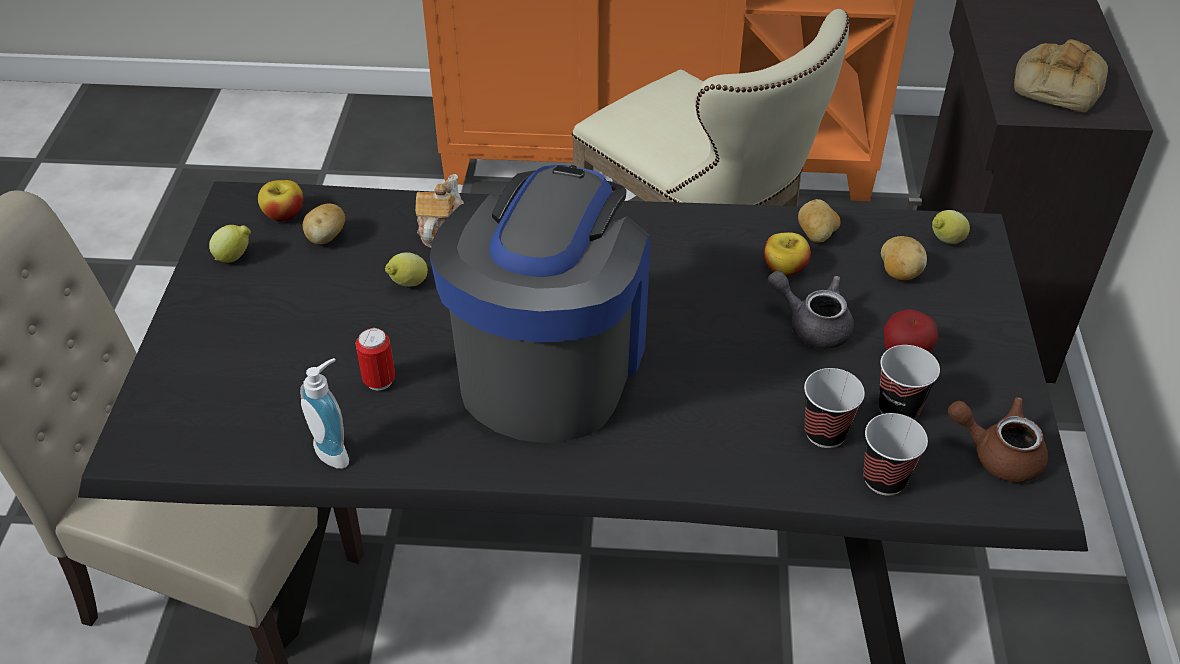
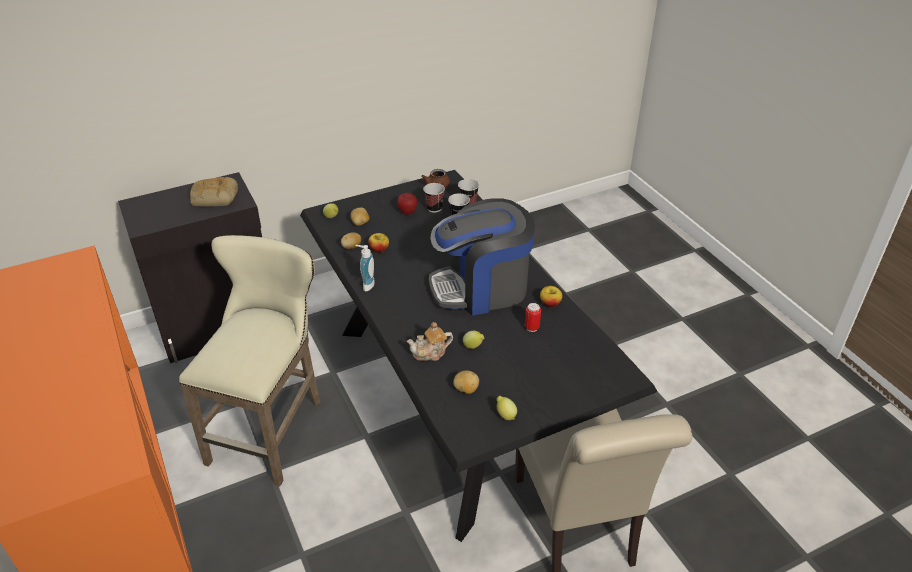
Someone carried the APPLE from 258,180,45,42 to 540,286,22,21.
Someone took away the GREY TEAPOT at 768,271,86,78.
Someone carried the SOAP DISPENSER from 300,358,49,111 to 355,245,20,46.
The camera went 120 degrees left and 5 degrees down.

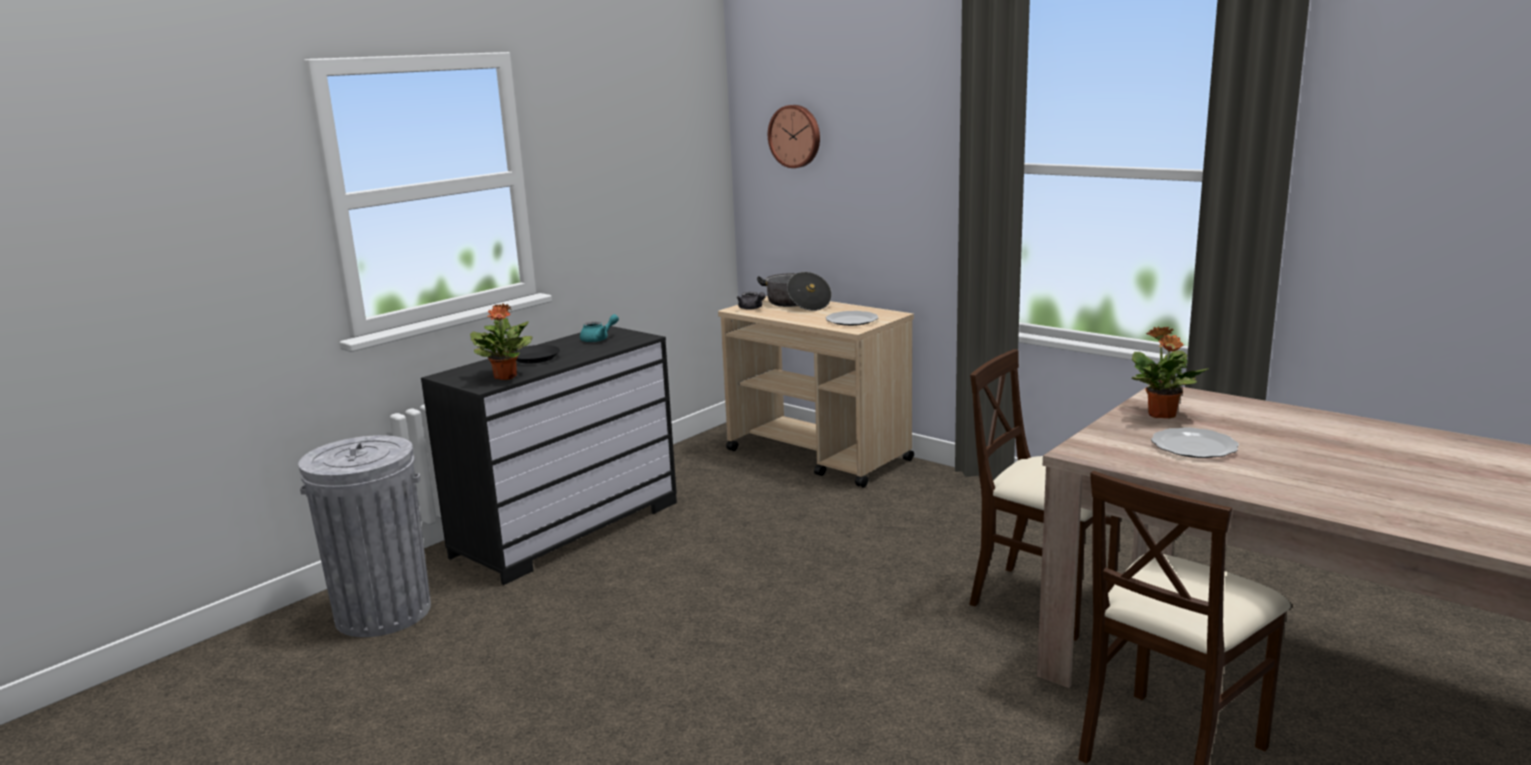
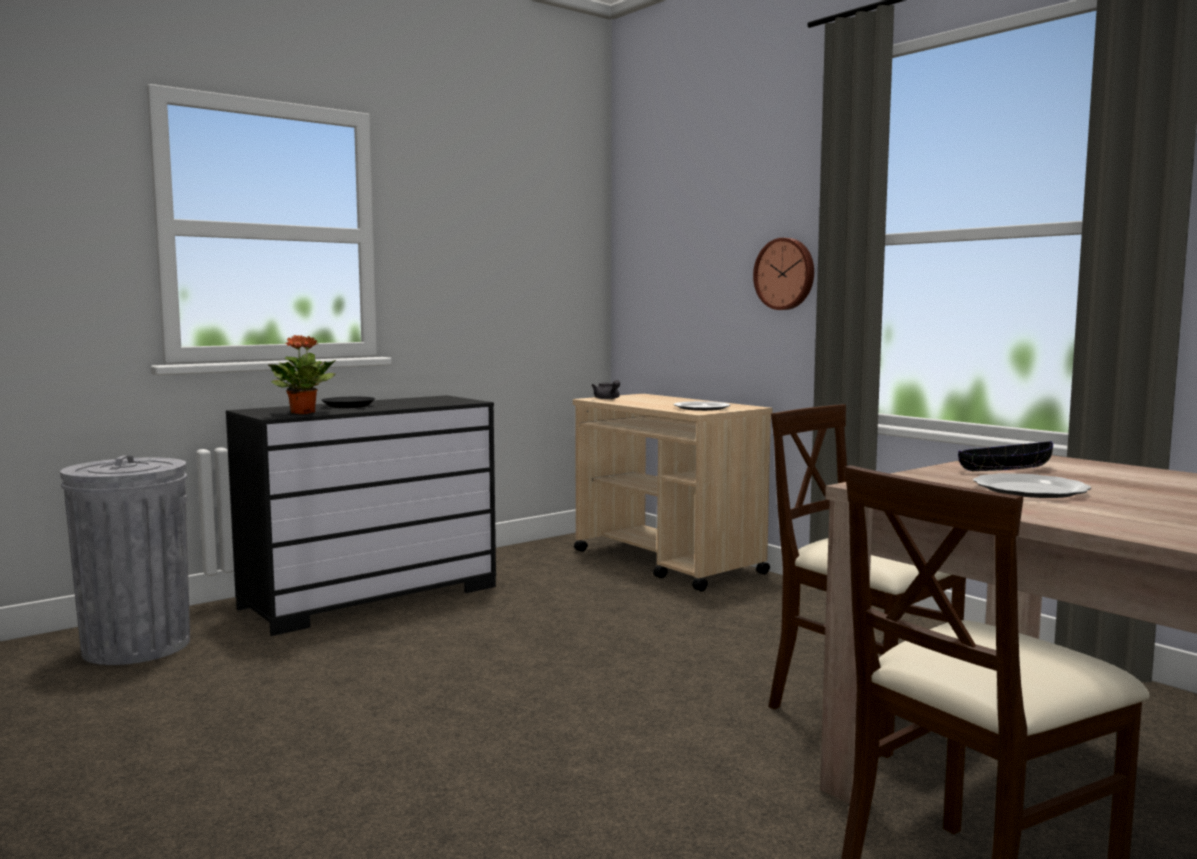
Someone carried the WALL CLOCK from 768,105,52,63 to 753,238,61,72.
Someone took away the COOKING POT at 757,272,75,39.
Someone took away the TURQUOISE TEAPOT at 580,314,39,28.
Someone swapped the POTTED PLANT at 1132,327,77,92 for the BLACK BOWL at 958,441,95,30.
The camera went 10 degrees right and 10 degrees down.

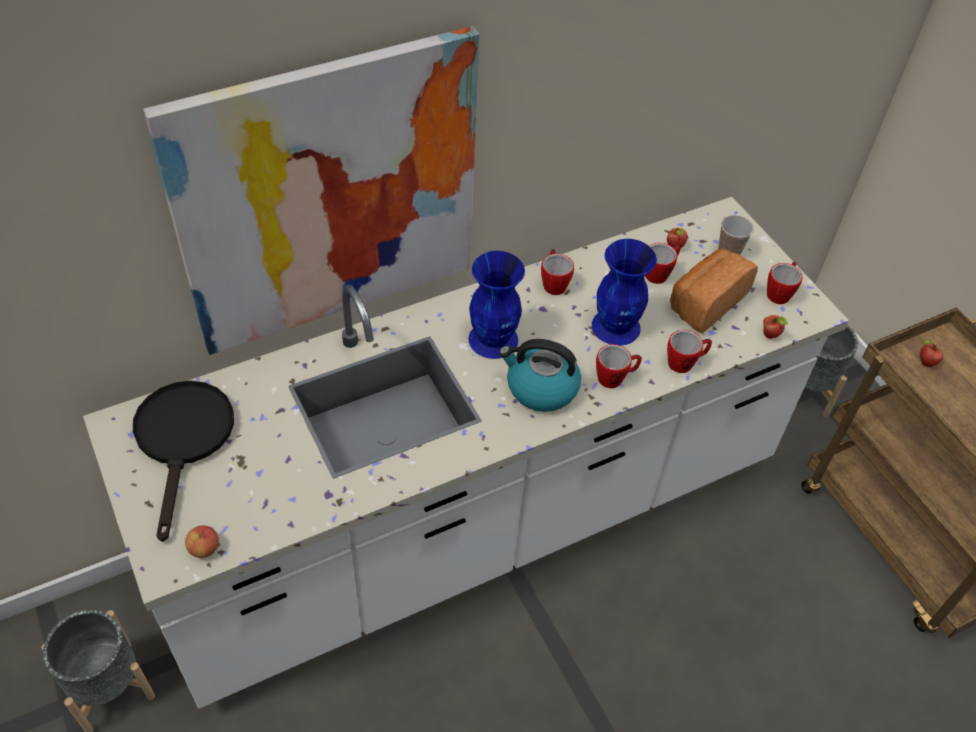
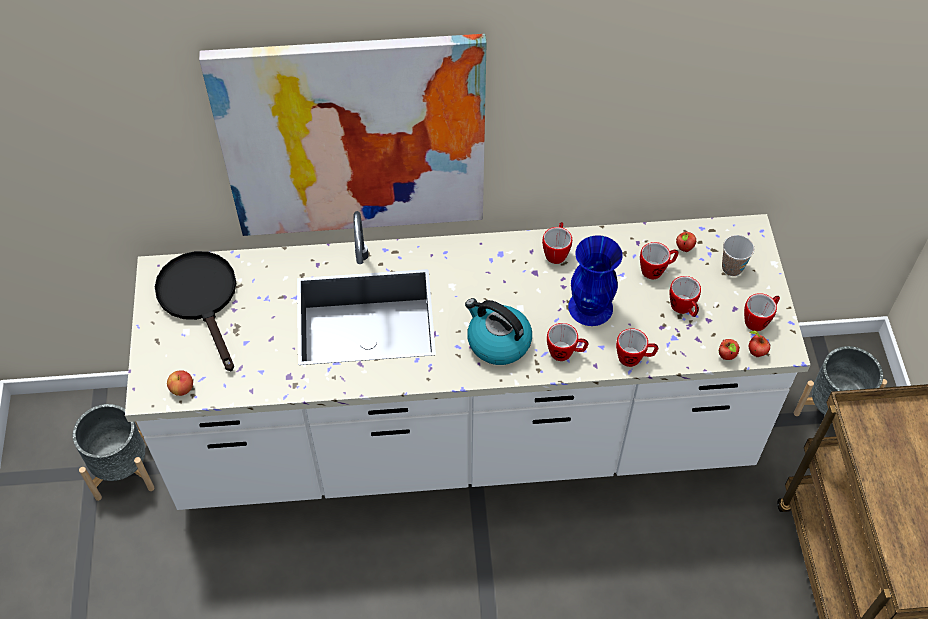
Someone swapped the BREAD at 670,249,88,84 for the MUG at 670,276,31,41.
Someone took away the BLUE VASE at 469,251,56,108.
Someone carried the APPLE from 920,340,23,27 to 749,331,21,26.
Someone rotated the BLACK FRYING PAN at 133,381,101,161 by 45 degrees counterclockwise.
The camera went 25 degrees right and 5 degrees up.

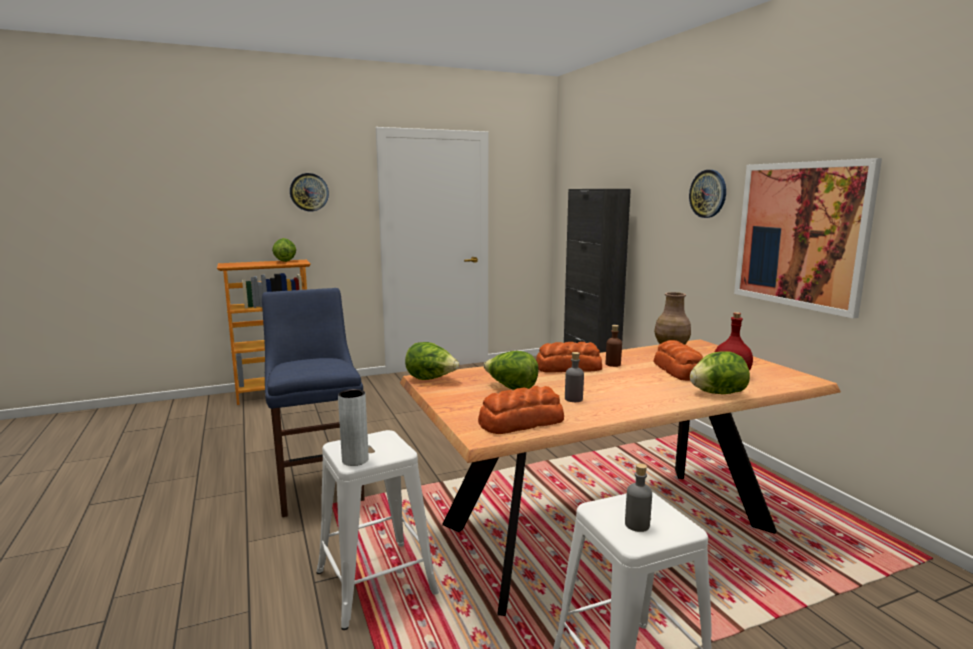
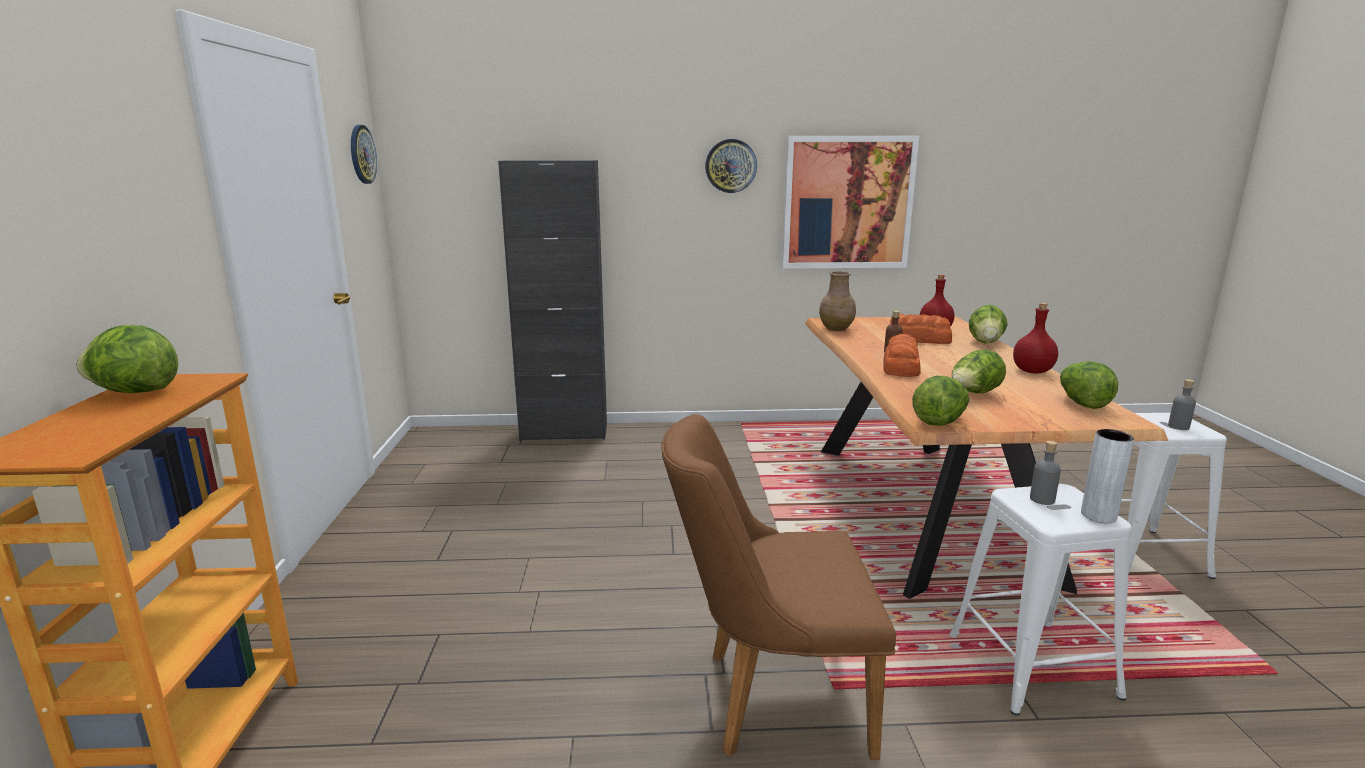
Someone carried the WALL CLOCK from 290,173,39,38 to 351,125,26,59.
Someone swapped the BLUE STOOL at 262,288,103,229 for the BROWN CHAIR at 662,414,234,346.
Someone carried the GREY BOTTLE from 565,352,19,50 to 1030,441,31,64.
Someone swapped the BREAD at 478,386,86,48 for the LETTUCE at 1060,361,58,48.
Someone put down the RED BOTTLE at 1013,303,45,71.
The camera went 70 degrees left and 5 degrees up.

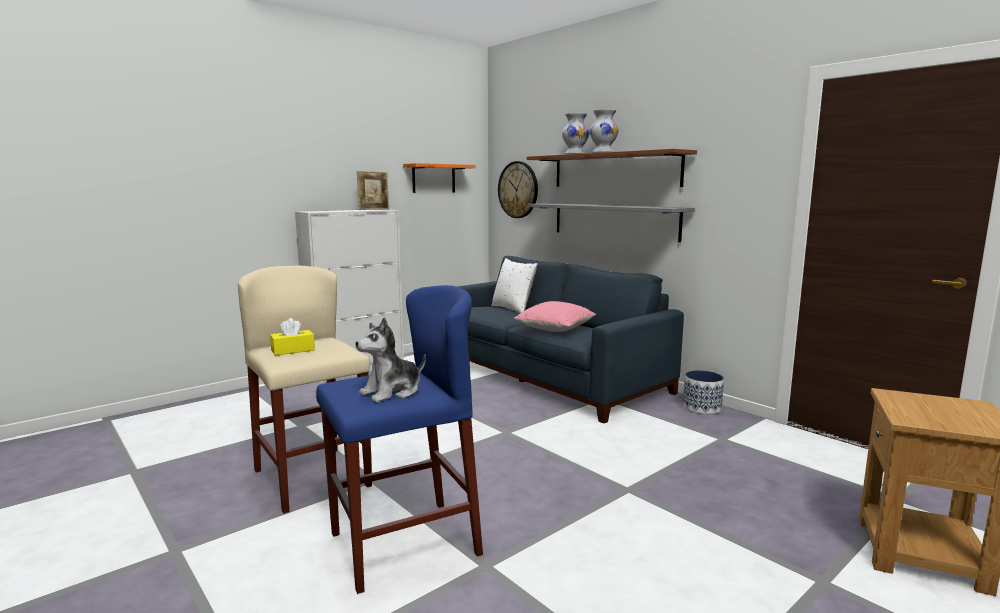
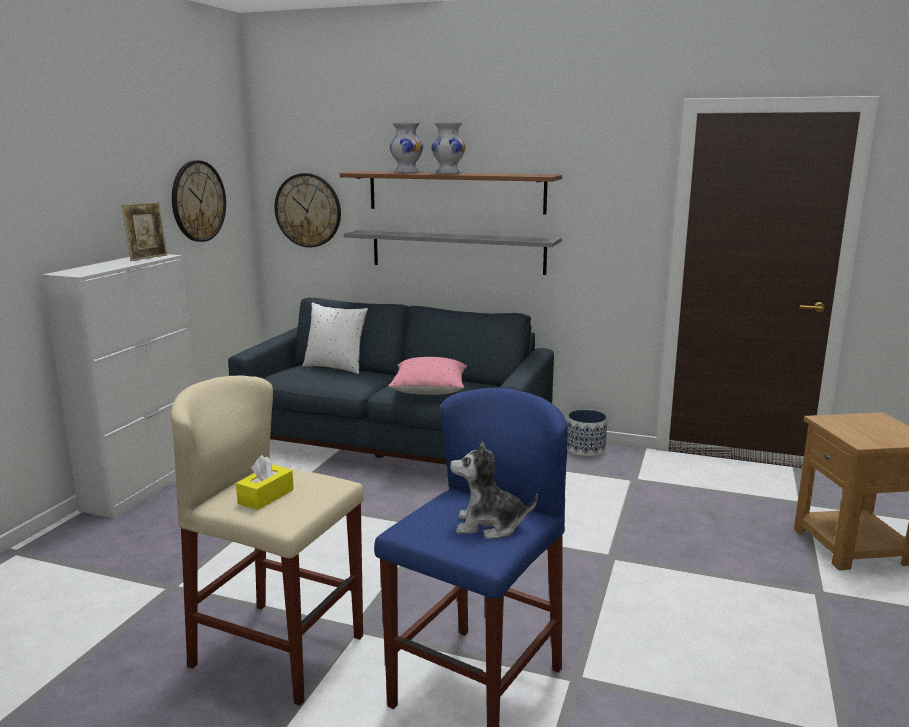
Someone swapped the ORANGE SHELF at 403,163,73,30 for the WALL CLOCK at 172,160,54,82.
Someone rotated the PLUSH TOY at 356,317,70,85 by 75 degrees clockwise.
The camera went 30 degrees left and 5 degrees up.

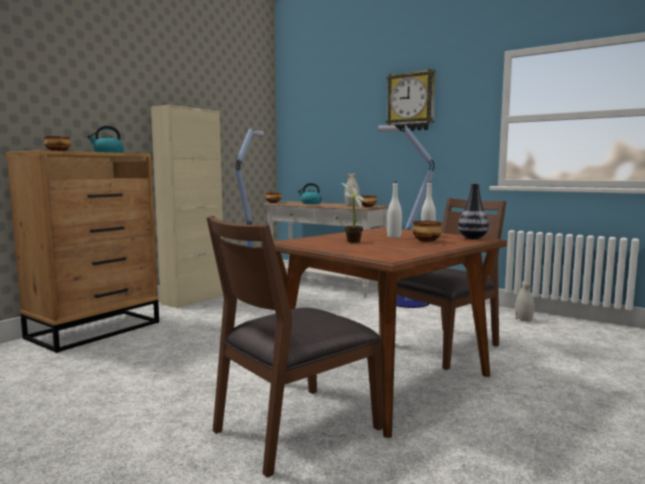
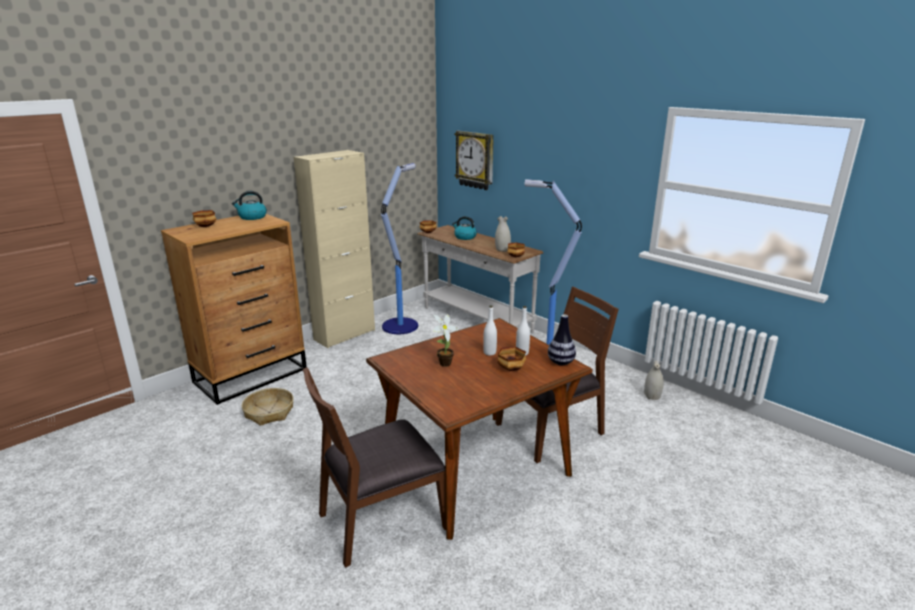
Someone carried the WALL CLOCK from 386,69,50,62 to 455,131,39,59.
Someone put down the BASKET at 242,388,52,38.
The camera went 10 degrees right and 15 degrees up.

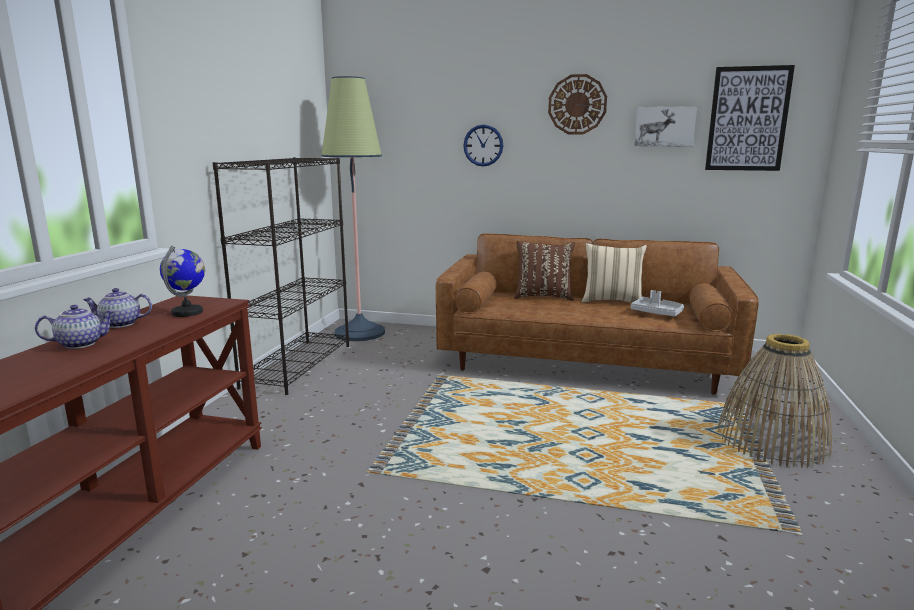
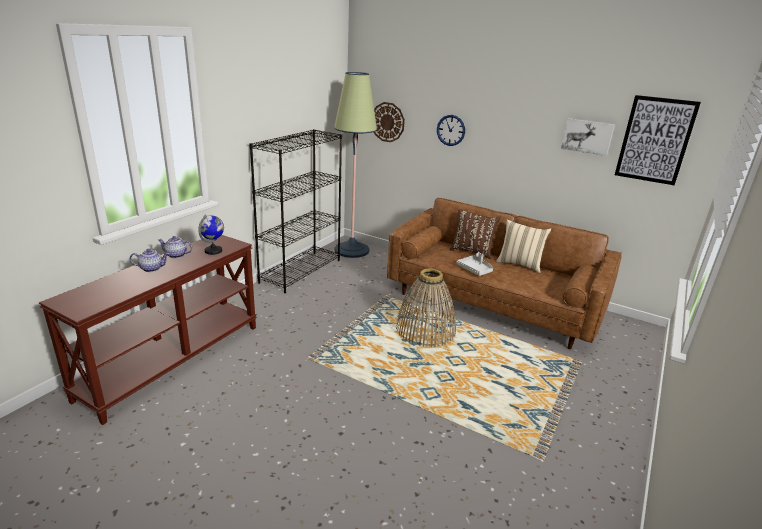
Someone carried the WALL CLOCK from 548,74,59,61 to 374,102,31,40.
Someone carried the GREY TRAY from 631,290,53,27 to 457,252,36,24.
Someone carried the BASKET from 718,334,114,134 to 395,268,61,79.
The camera went 15 degrees right and 10 degrees up.

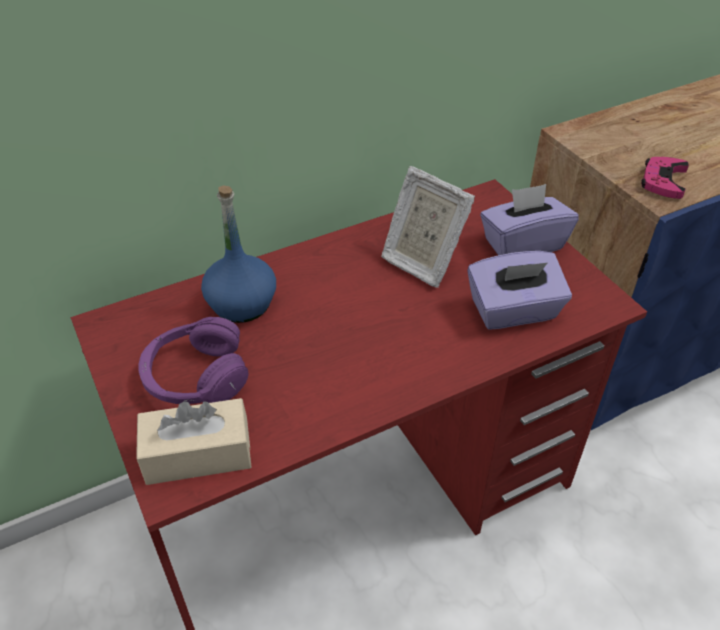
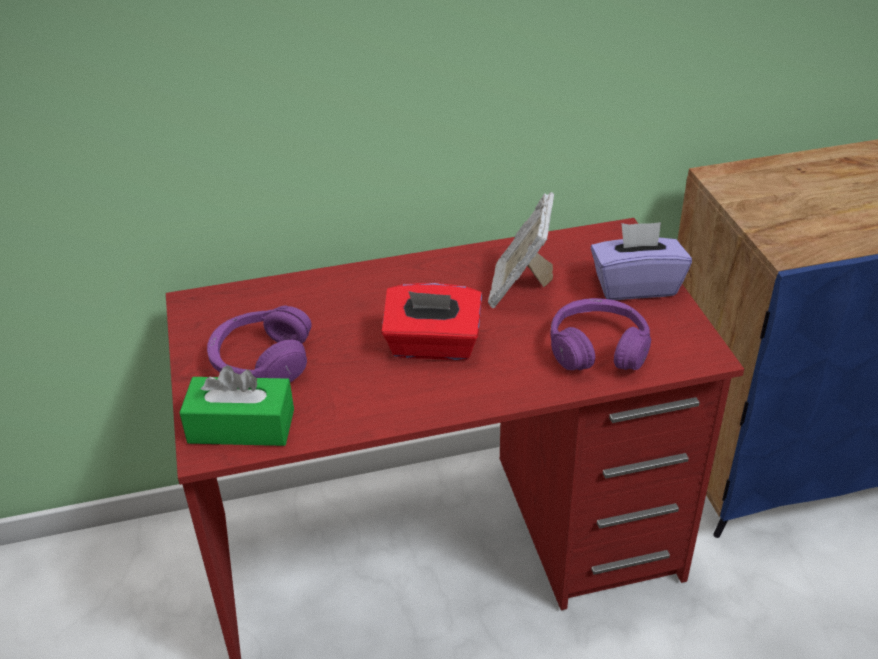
Someone took away the PINK GAME CONTROLLER at 641,157,48,42.
Someone rotated the PICTURE FRAME at 381,166,94,122 by 45 degrees clockwise.
Someone took away the BLUE BOTTLE at 201,185,75,138.
Someone swapped the PURPLE TISSUE BOX at 467,251,105,79 for the PURPLE HEADPHONES at 550,298,101,72.
Someone repainted the BEIGE TISSUE BOX at 136,398,115,87, which became the GREEN TISSUE BOX at 179,365,115,81.
Someone put down the RED TISSUE BOX at 381,283,101,77.
The camera went 15 degrees right and 5 degrees down.

